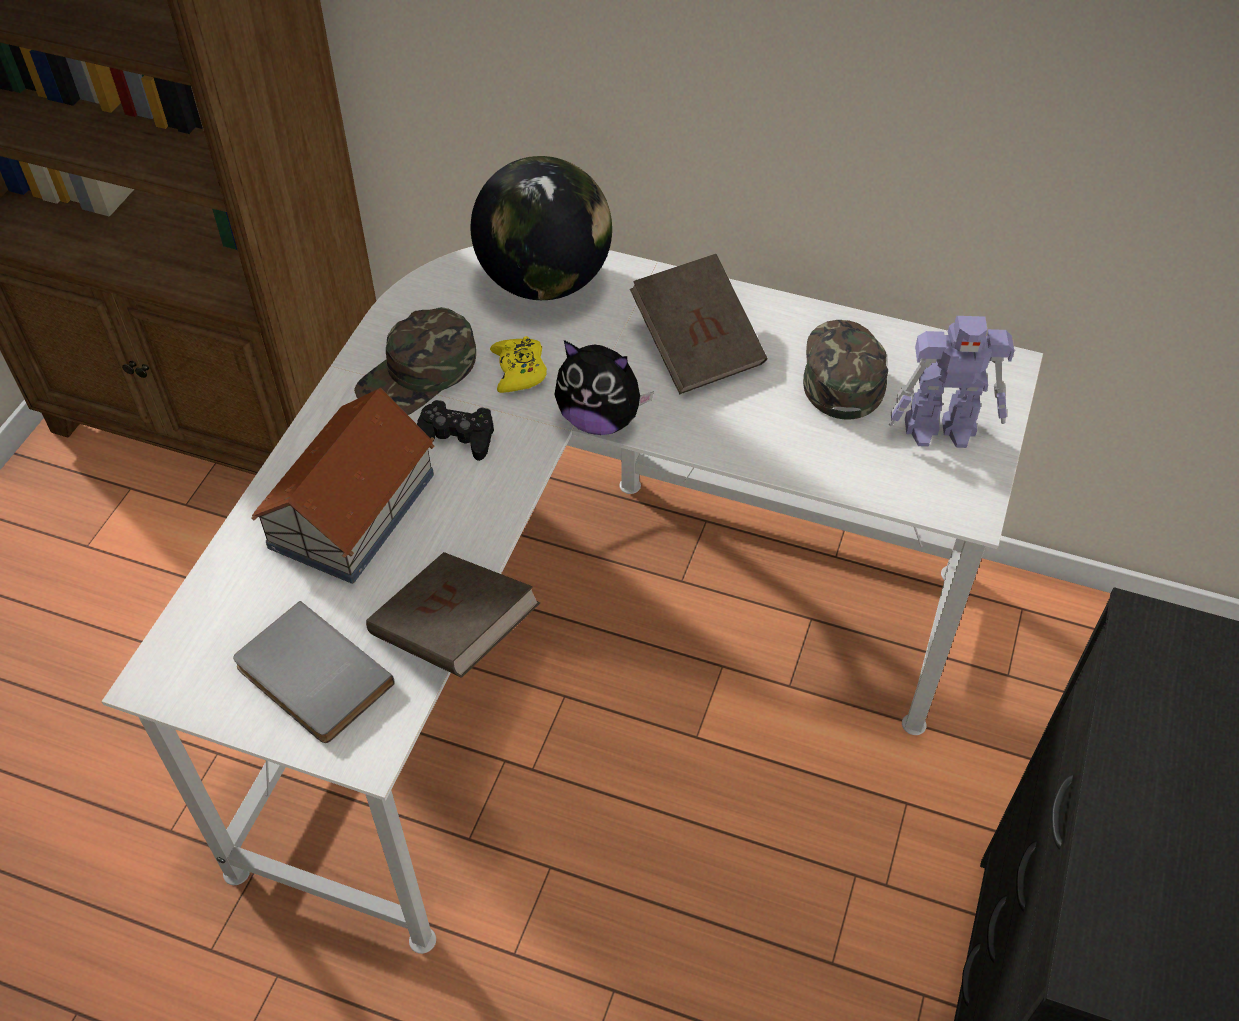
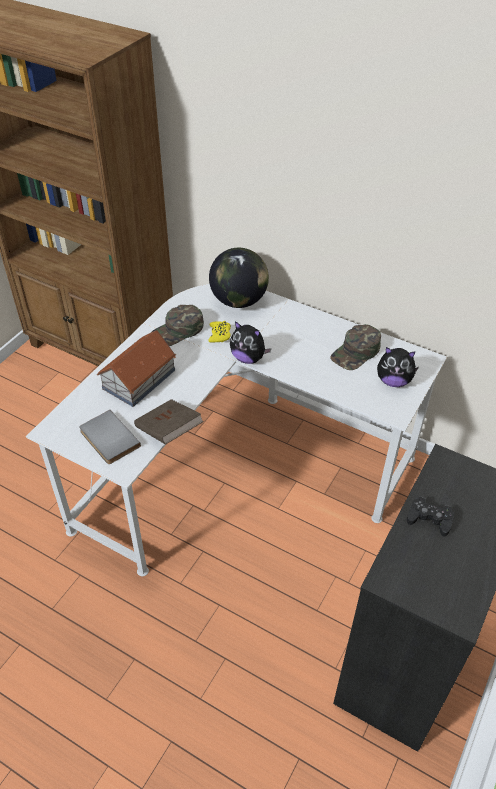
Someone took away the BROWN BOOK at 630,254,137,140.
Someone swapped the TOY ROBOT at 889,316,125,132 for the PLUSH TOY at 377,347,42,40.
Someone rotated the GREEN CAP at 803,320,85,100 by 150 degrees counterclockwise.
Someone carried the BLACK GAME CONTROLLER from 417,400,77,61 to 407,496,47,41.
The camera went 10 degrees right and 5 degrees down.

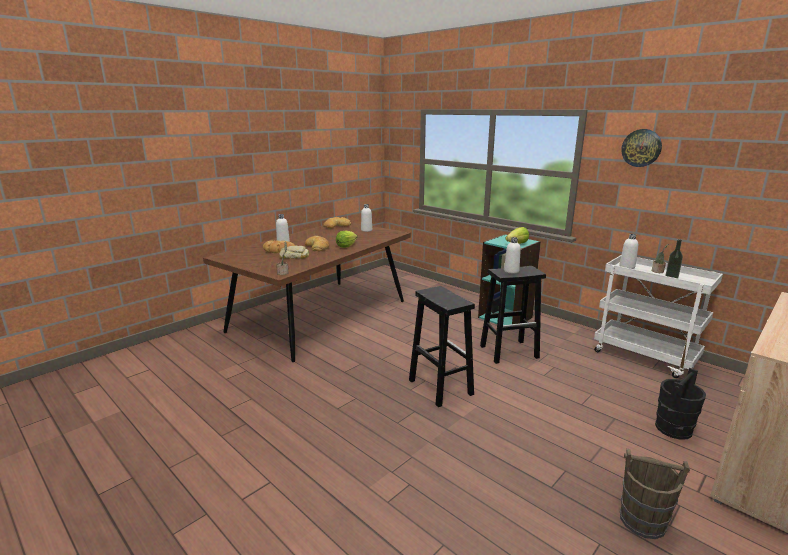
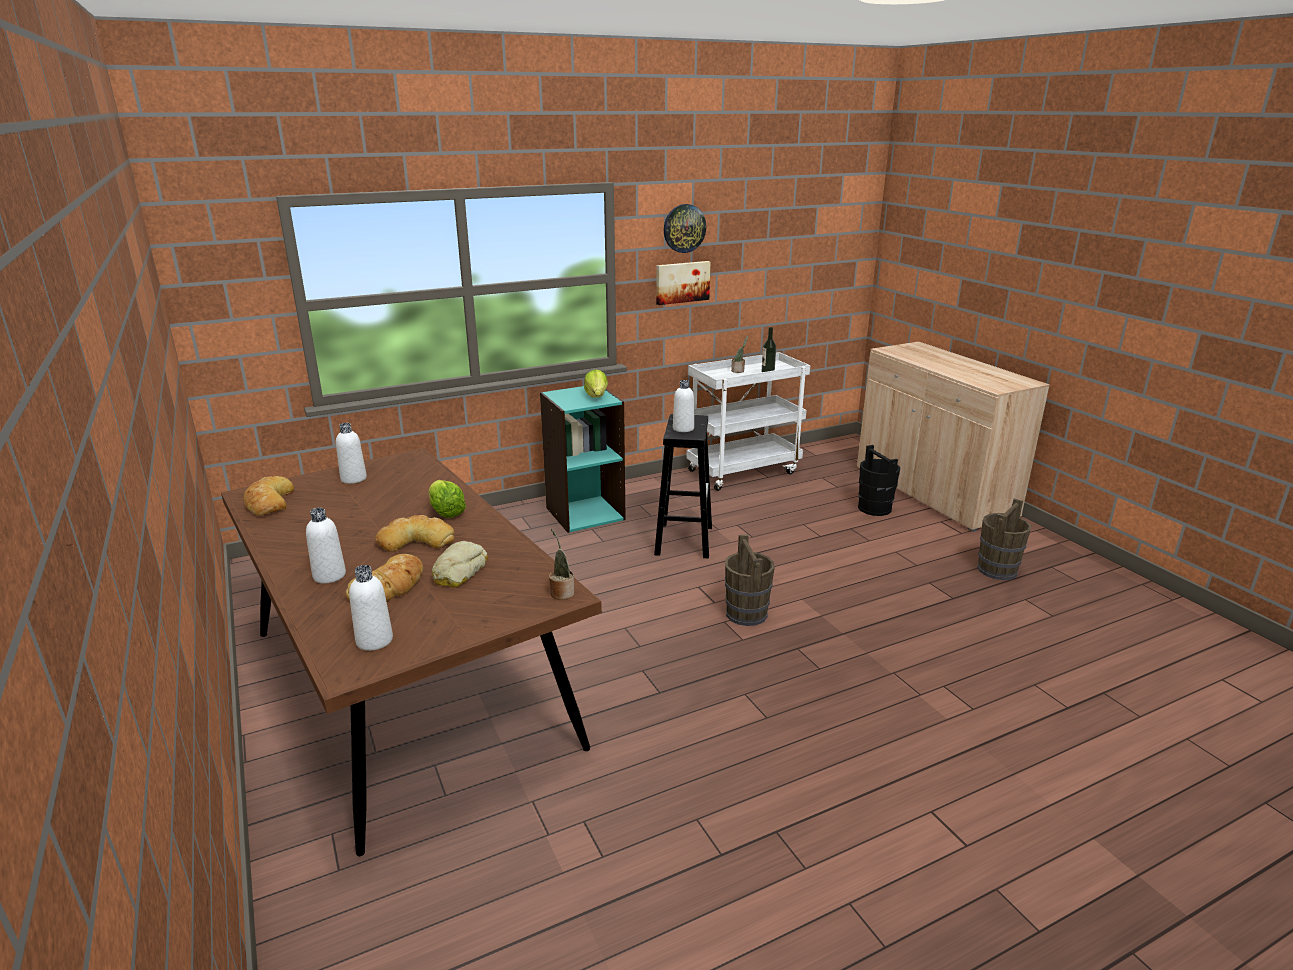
Someone carried the WHITE BOTTLE from 619,234,19,35 to 349,565,44,86.
Someone swapped the BLACK STOOL at 409,286,66,121 for the BROWN BUCKET at 725,534,50,92.
Someone put up the PICTURE at 656,261,54,44.
The camera went 70 degrees left and 5 degrees up.

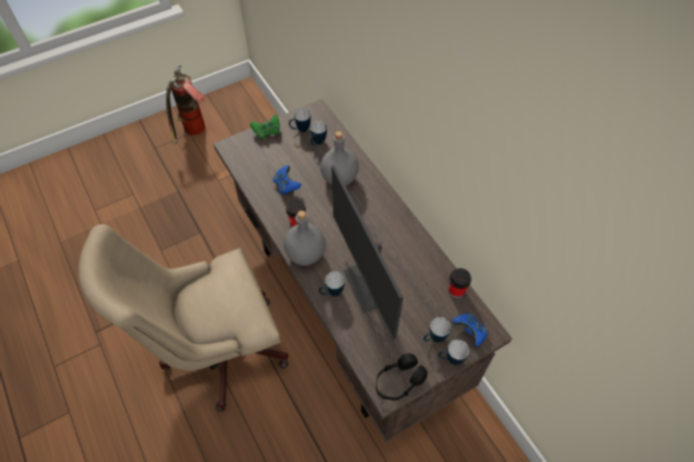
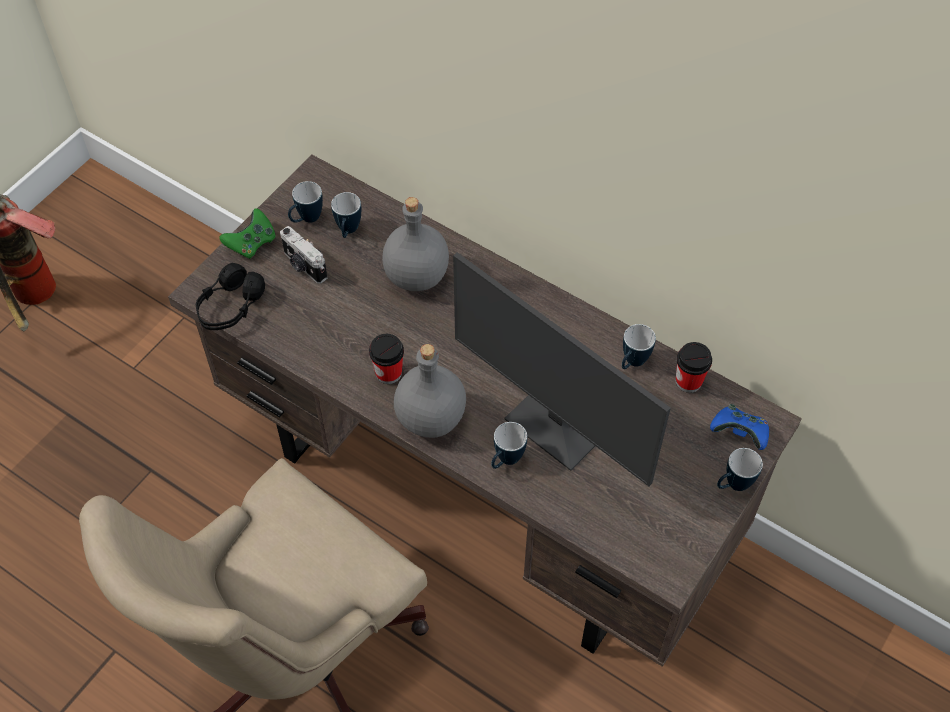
Someone took away the BLUE GAME CONTROLLER at 273,165,28,29.
Someone carried the MUG from 423,317,28,26 to 622,324,34,45.
Someone carried the BLACK HEADPHONES from 376,354,51,47 to 196,263,69,67.
Someone put down the PHOTO CAMERA at 280,226,47,58.
The camera went 25 degrees left and 0 degrees up.

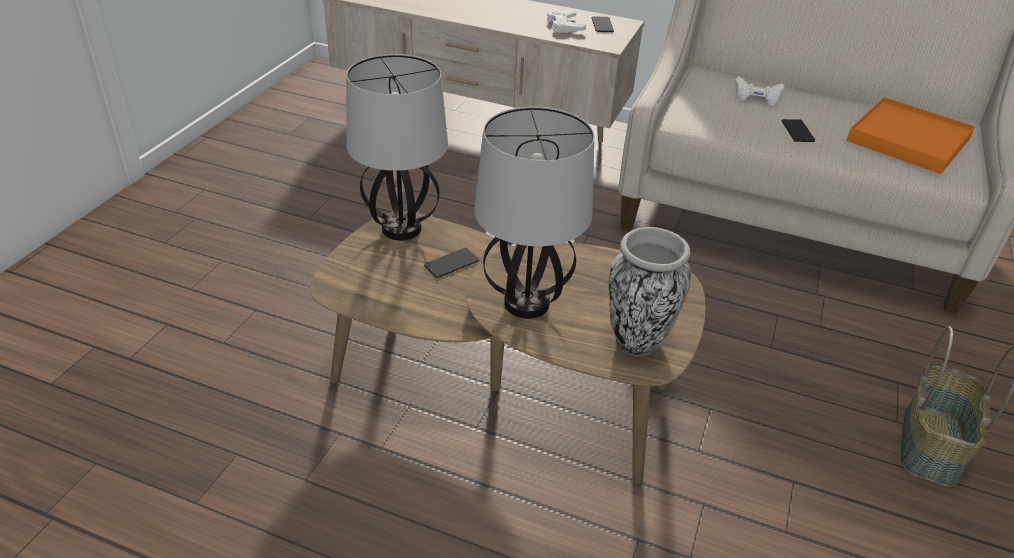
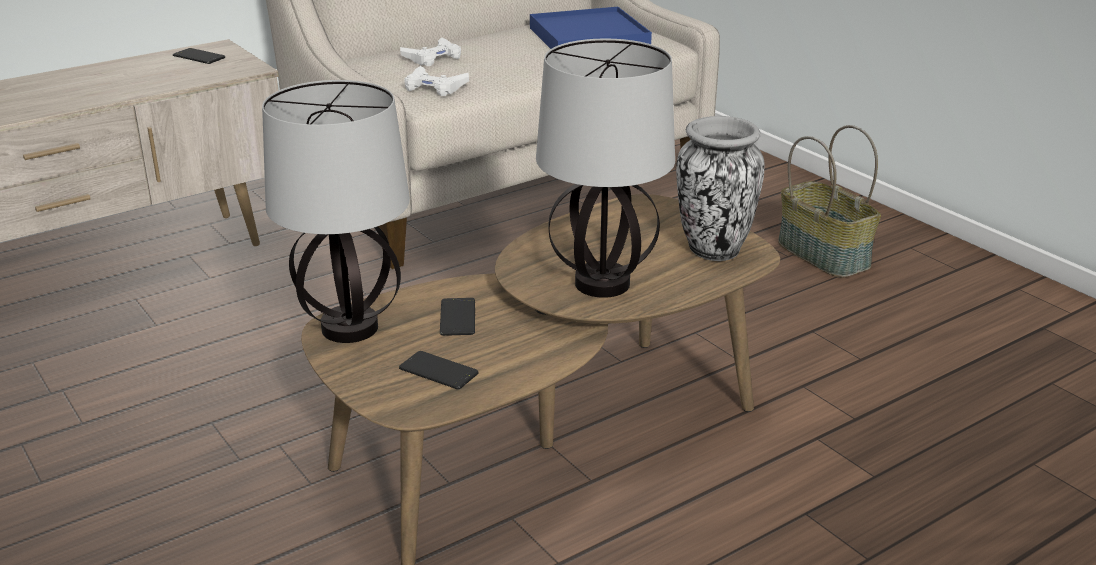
Someone carried the WHITE GAME CONTROLLER from 547,10,39,23 to 404,66,65,30.
Someone repainted the ORANGE TRAY at 846,97,129,77, which became the BLUE TRAY at 530,7,122,42.
Someone carried the PHONE from 782,119,33,23 to 399,351,79,39.
The camera went 55 degrees left and 10 degrees down.

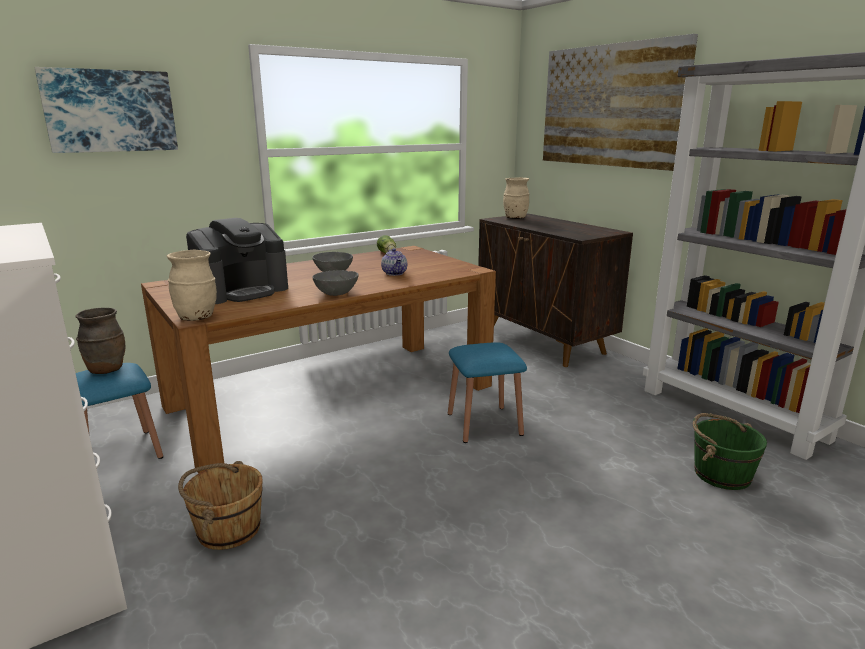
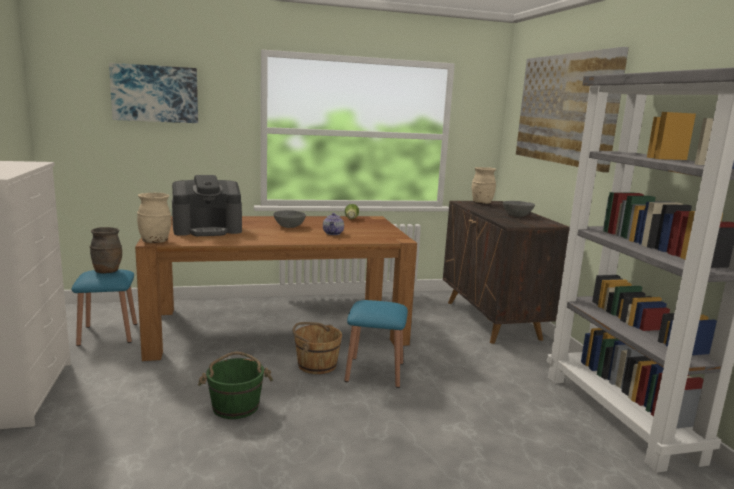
Someone carried the GREY BOWL from 312,270,47,26 to 503,201,32,16.
Someone carried the GREEN BUCKET from 693,413,74,77 to 198,352,75,67.
Someone carried the BROWN BUCKET from 178,461,85,89 to 293,322,49,52.
The camera went 20 degrees right and 5 degrees down.

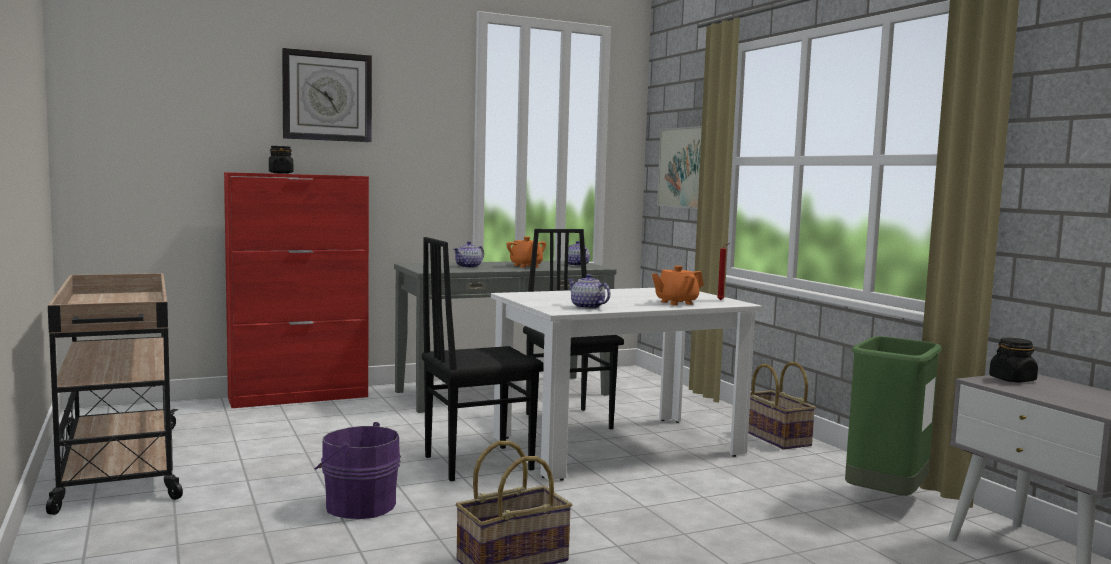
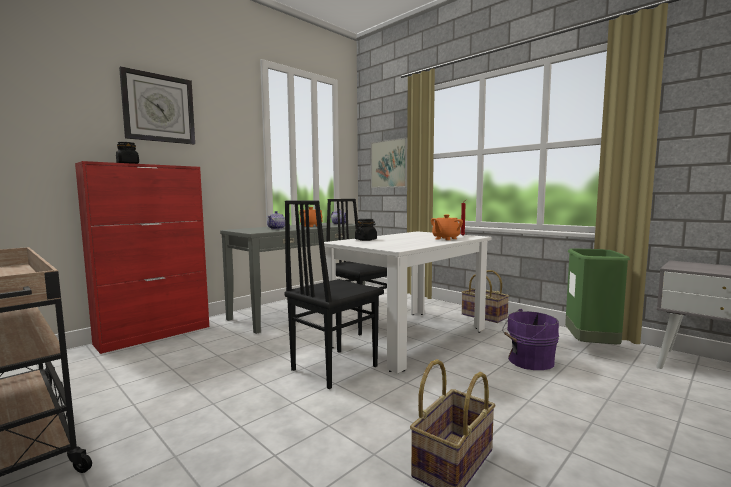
Someone took away the TEAPOT at 568,274,43,35.
Someone carried the BLACK JAR from 989,338,49,44 to 355,219,22,22.
Someone carried the PURPLE BUCKET from 315,422,86,97 to 502,309,57,61.
The camera went 20 degrees left and 0 degrees up.

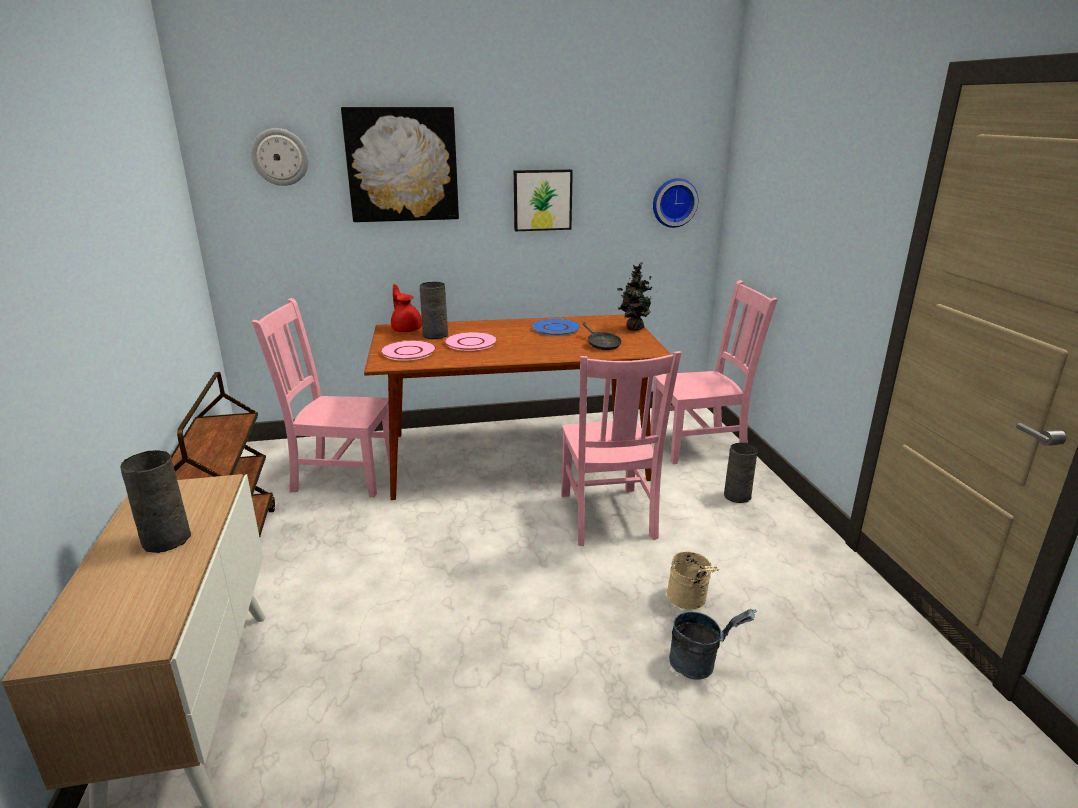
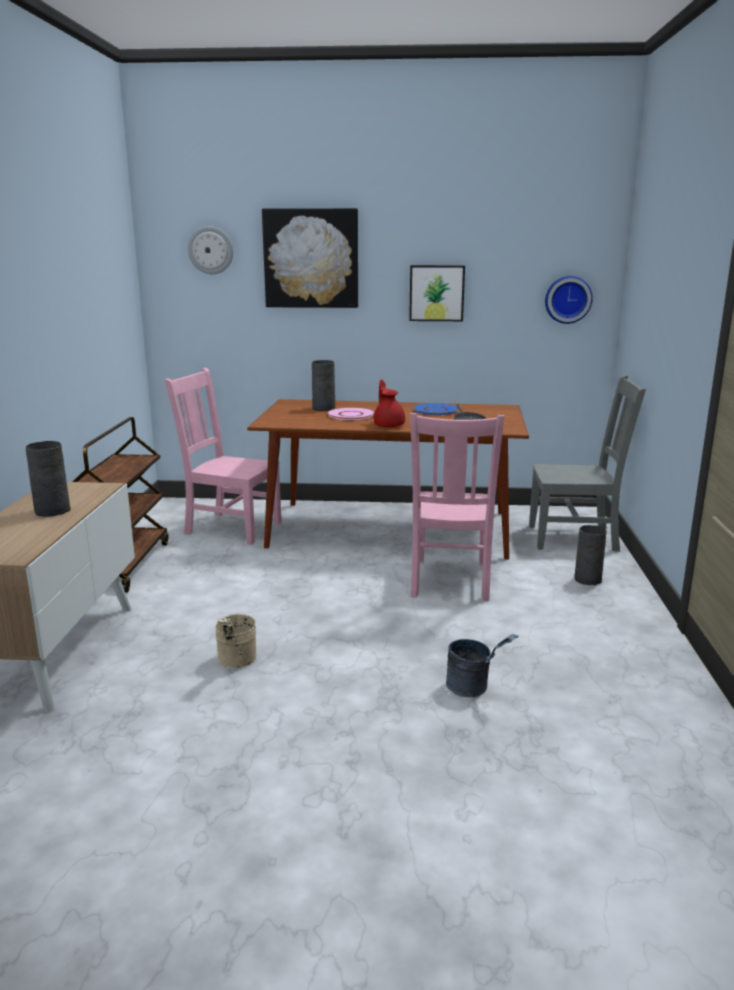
Someone took away the POTTED PLANT at 617,262,38,68.
Someone repainted the PINK CHAIR at 650,280,128,184, which became the GREY CHAIR at 529,375,117,177.
Someone carried the RED TEAPOT from 391,284,31,48 to 374,380,31,48.
Someone took away the PINK PLATE at 380,340,56,21.
Someone carried the BEIGE BUCKET from 667,551,52,58 to 215,614,41,54.
The camera went 15 degrees right and 5 degrees down.

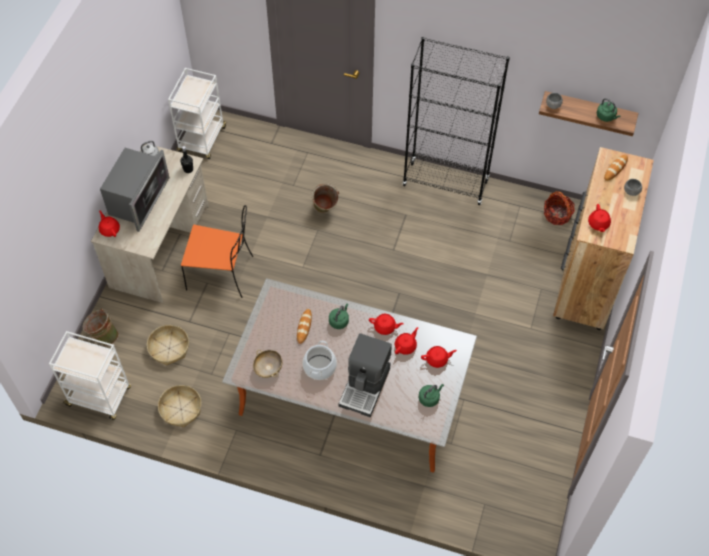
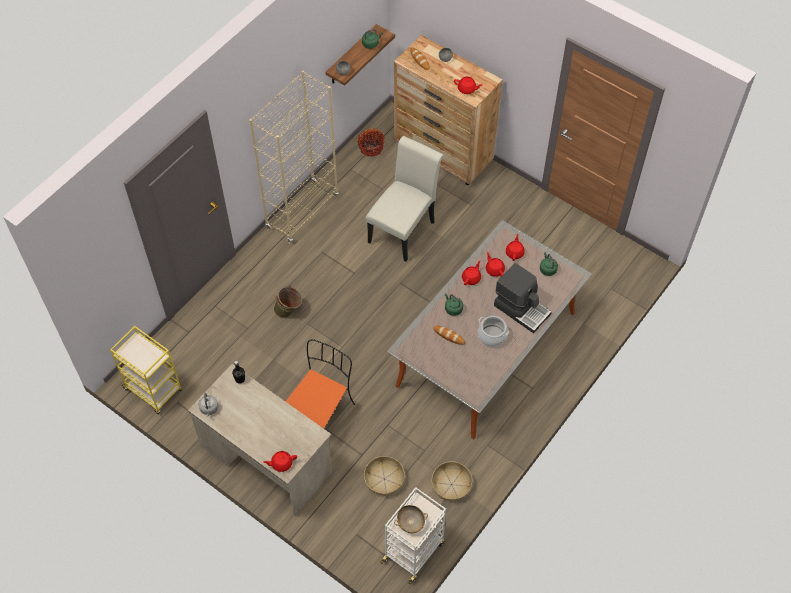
Someone repainted the BLACK BOOKCASE at 402,37,108,168, which became the BEIGE BOOKCASE at 249,71,90,173.
Someone repainted the WHITE CART at 168,68,59,91, which became the YELLOW CART at 110,326,73,88.
Someone took away the MICROWAVE at 100,148,70,84.
Someone took away the GREEN BUCKET at 83,308,36,38.
Someone carried the BEIGE BOWL from 253,350,29,28 to 394,505,34,28.
Someone put down the WHITE CHAIR at 365,136,79,125.
The camera went 70 degrees left and 0 degrees up.

